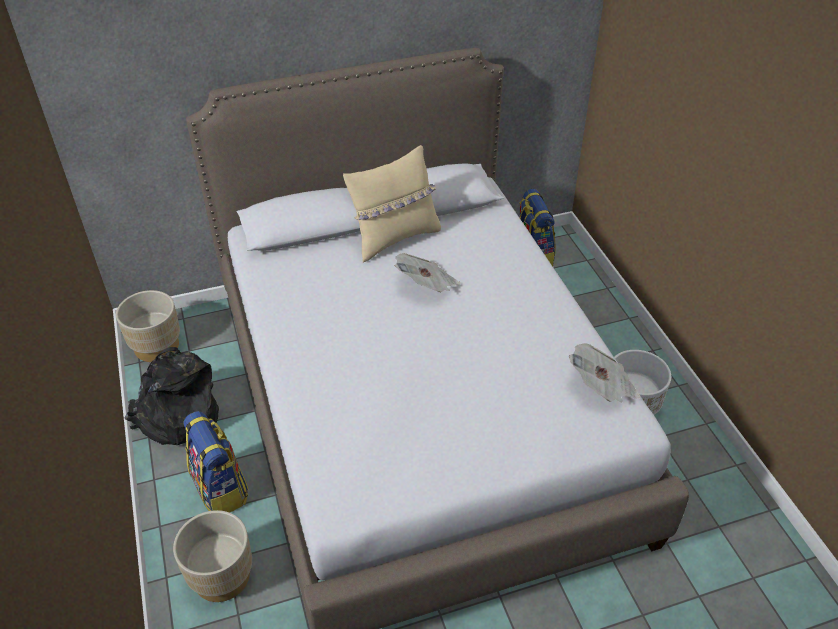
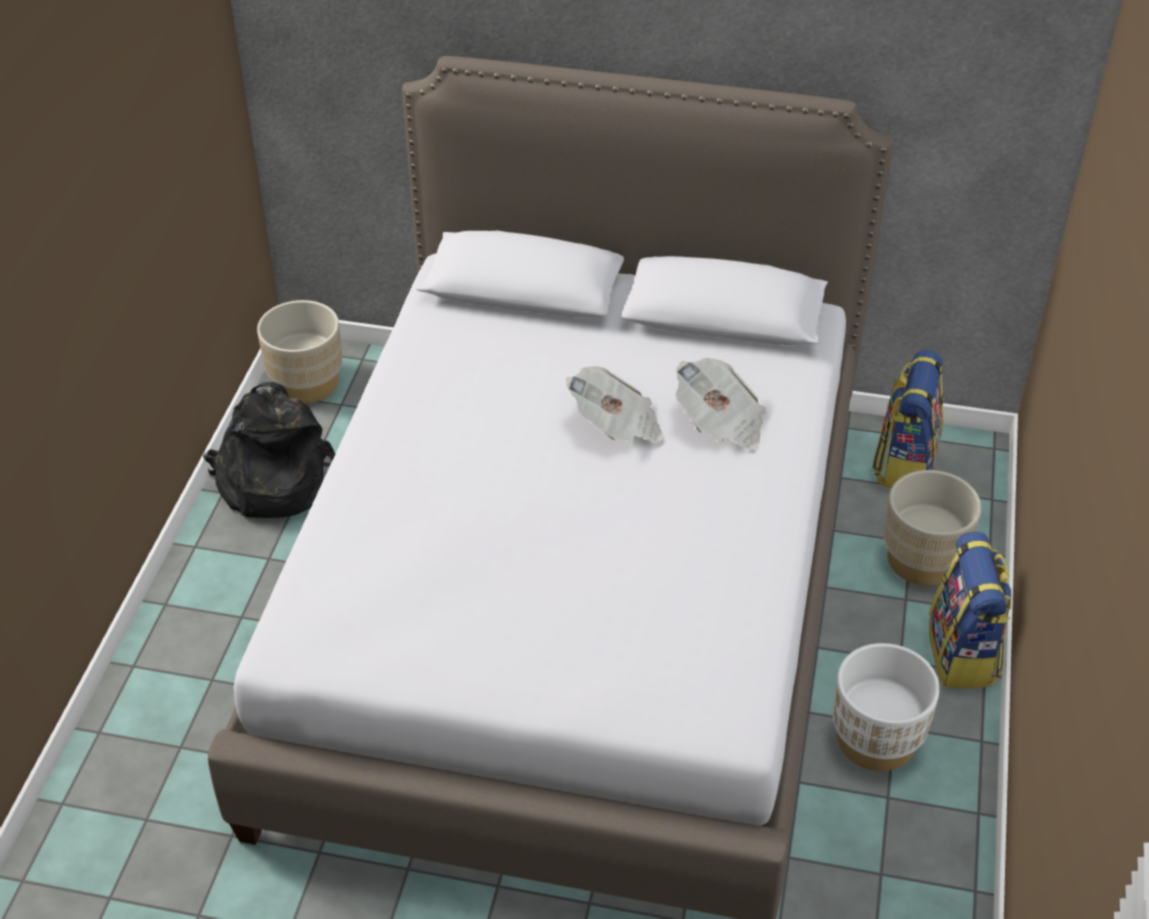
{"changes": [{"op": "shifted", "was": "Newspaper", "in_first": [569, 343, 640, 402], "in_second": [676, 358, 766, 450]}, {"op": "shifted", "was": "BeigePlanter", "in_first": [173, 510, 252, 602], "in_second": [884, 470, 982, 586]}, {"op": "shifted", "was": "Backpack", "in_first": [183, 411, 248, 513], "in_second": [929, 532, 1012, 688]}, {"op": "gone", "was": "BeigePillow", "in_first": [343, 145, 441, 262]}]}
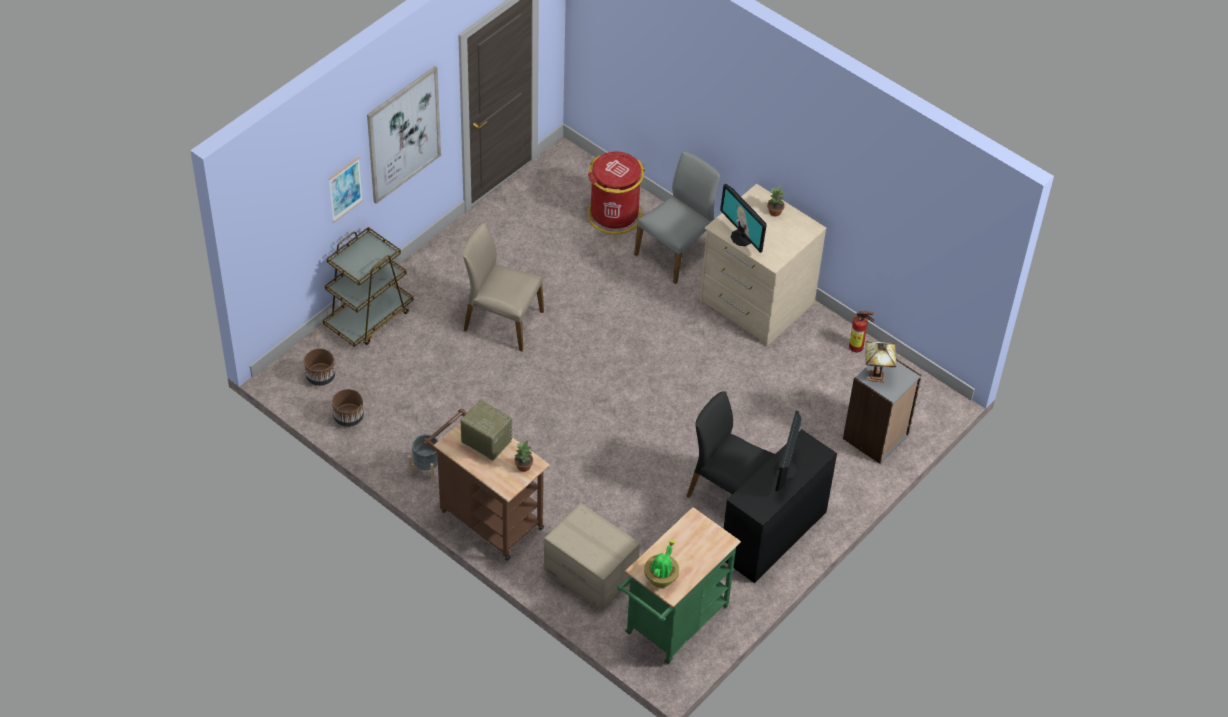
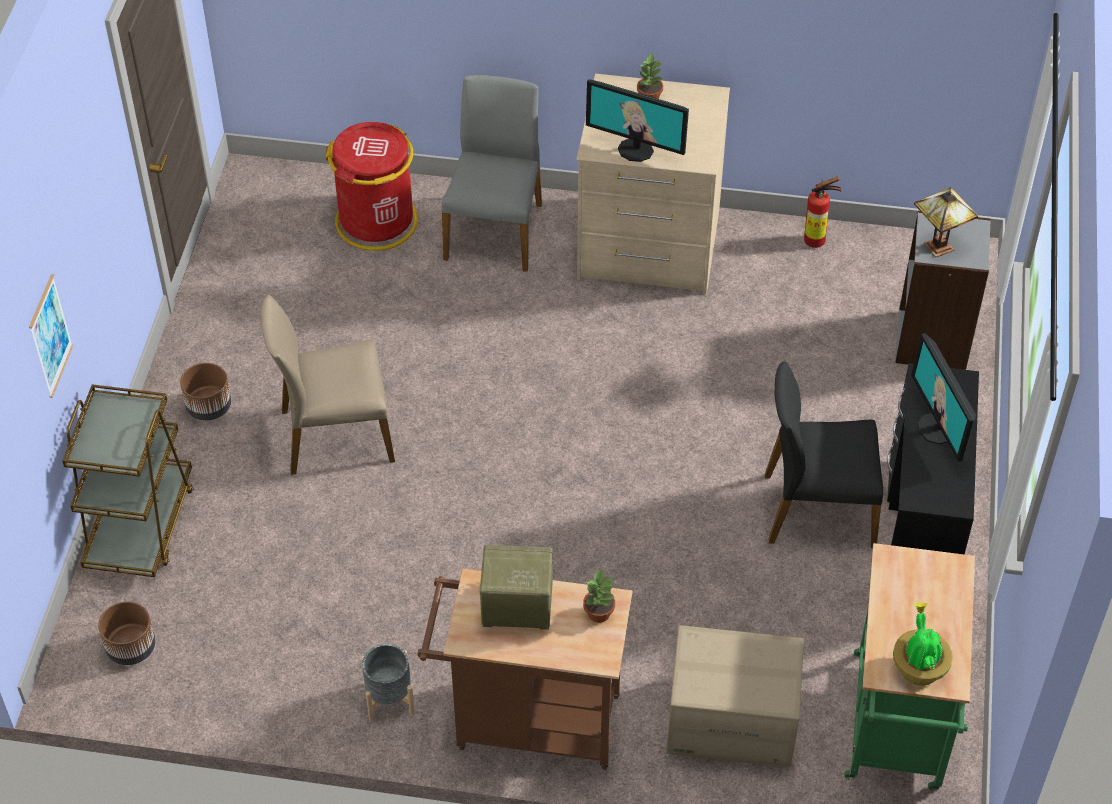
{"changes": [{"op": "shifted", "was": "BrownPlanter", "in_first": [332, 389, 364, 427], "in_second": [180, 363, 231, 421]}, {"op": "gone", "was": "Picture", "in_first": [367, 66, 441, 204]}]}
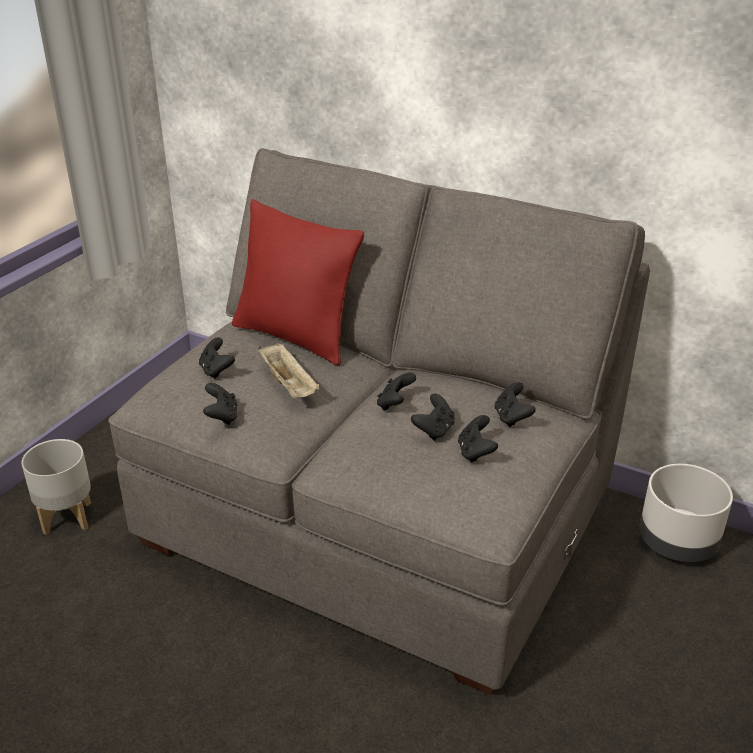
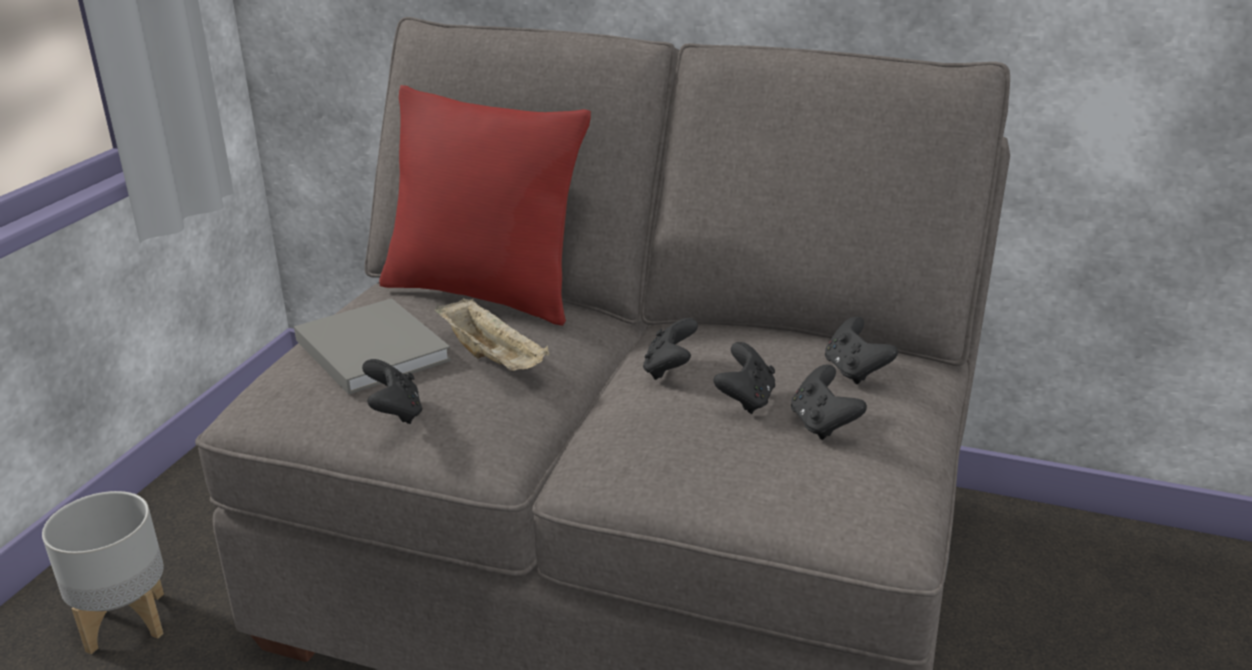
{"changes": [{"op": "swapped", "was": "BlackGameController", "now": "GreyBook", "in_first": [199, 337, 235, 379], "in_second": [294, 298, 451, 395]}, {"op": "gone", "was": "GreyPlanter", "in_first": [639, 464, 733, 562]}]}
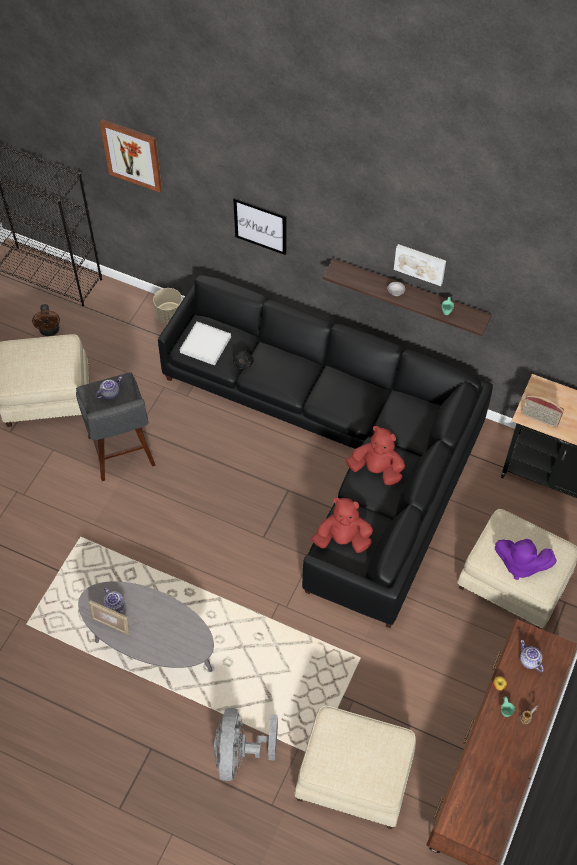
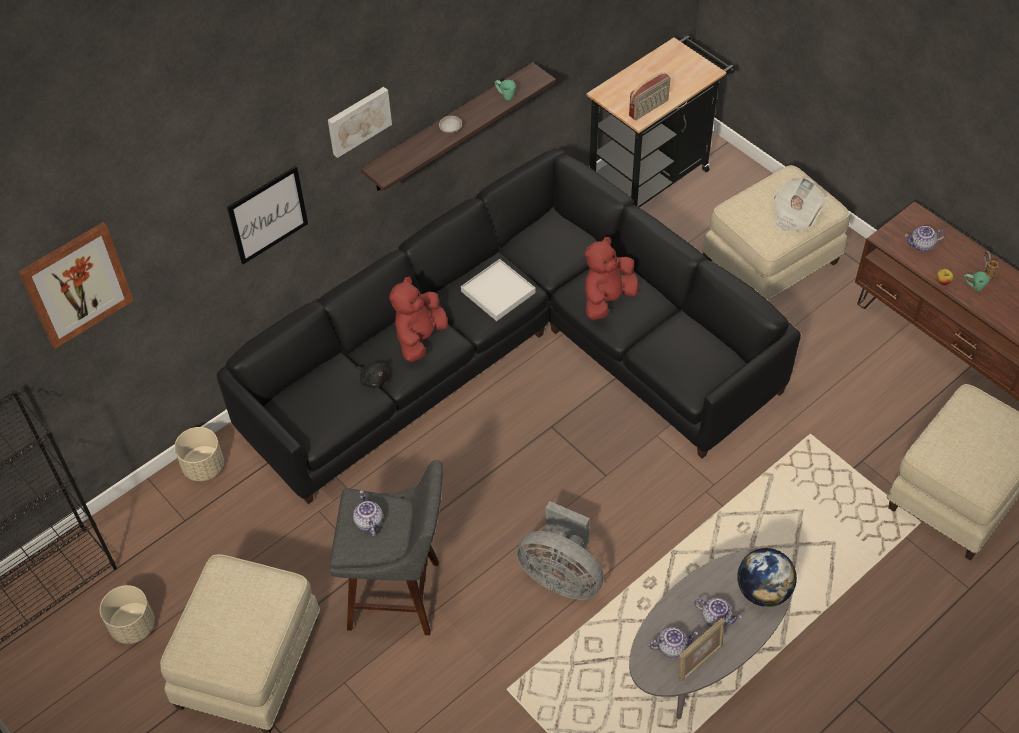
{"changes": [{"op": "swapped", "was": "BrownFan", "now": "BeigePlanter", "in_first": [32, 304, 60, 336], "in_second": [100, 585, 155, 644]}, {"op": "shifted", "was": "Picture", "in_first": [394, 244, 446, 286], "in_second": [328, 87, 392, 158]}, {"op": "shifted", "was": "RedPlushToy", "in_first": [311, 498, 373, 553], "in_second": [389, 277, 448, 362]}, {"op": "shifted", "was": "WhiteTray", "in_first": [180, 321, 231, 365], "in_second": [461, 259, 535, 321]}, {"op": "shifted", "was": "GreyFan", "in_first": [214, 708, 278, 781], "in_second": [517, 501, 603, 600]}, {"op": "new", "now": "Teapot", "in_second": [694, 598, 742, 626]}, {"op": "new", "now": "Globe", "in_second": [737, 548, 797, 607]}, {"op": "swapped", "was": "PurplePlushToy", "now": "Newspaper", "in_first": [495, 539, 557, 580], "in_second": [773, 178, 825, 232]}]}
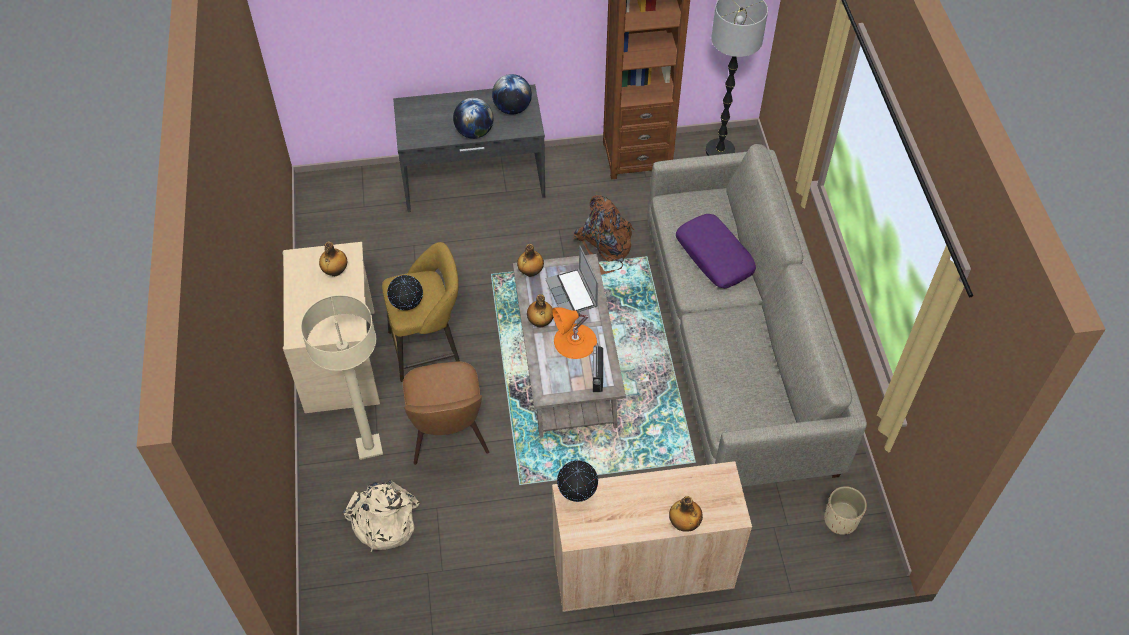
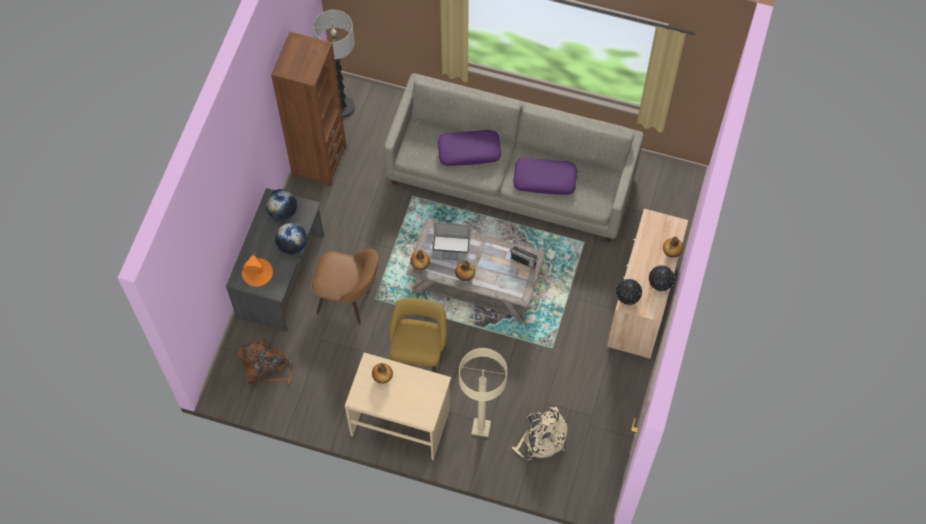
{"changes": [{"op": "shifted", "was": "BrownBackpack", "in_first": [573, 195, 635, 275], "in_second": [237, 340, 293, 385]}, {"op": "shifted", "was": "OrangeTableLamp", "in_first": [552, 307, 597, 359], "in_second": [242, 253, 273, 286]}, {"op": "shifted", "was": "BrownChair", "in_first": [403, 361, 489, 465], "in_second": [311, 248, 378, 325]}, {"op": "new", "now": "PurplePillow", "in_second": [513, 158, 577, 195]}, {"op": "shifted", "was": "Globe", "in_first": [387, 275, 423, 310], "in_second": [649, 265, 675, 291]}, {"op": "gone", "was": "BeigePlanter", "in_first": [824, 486, 867, 535]}]}
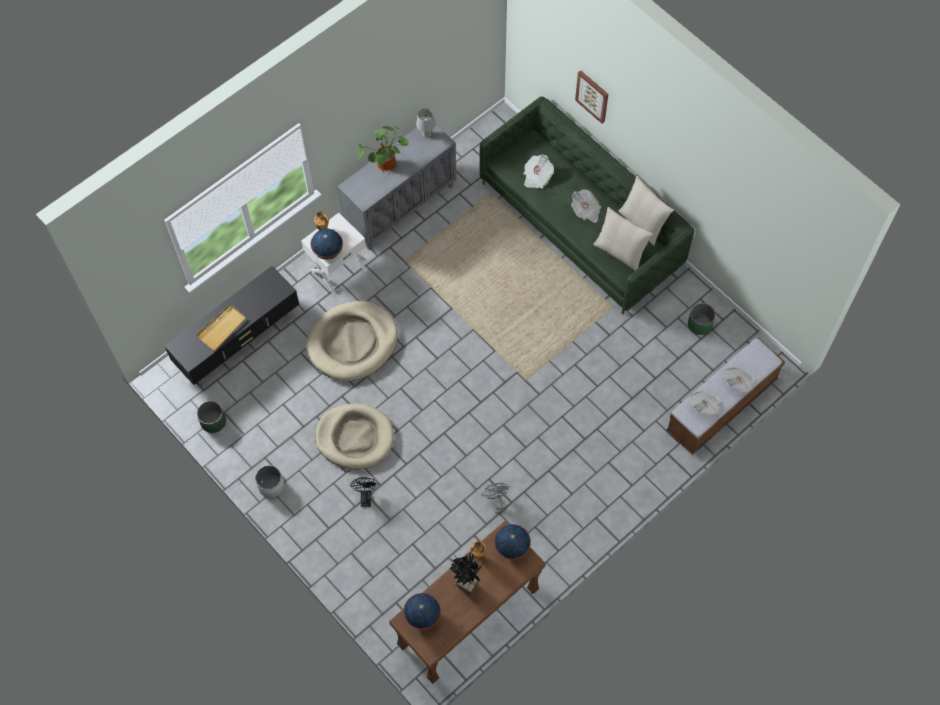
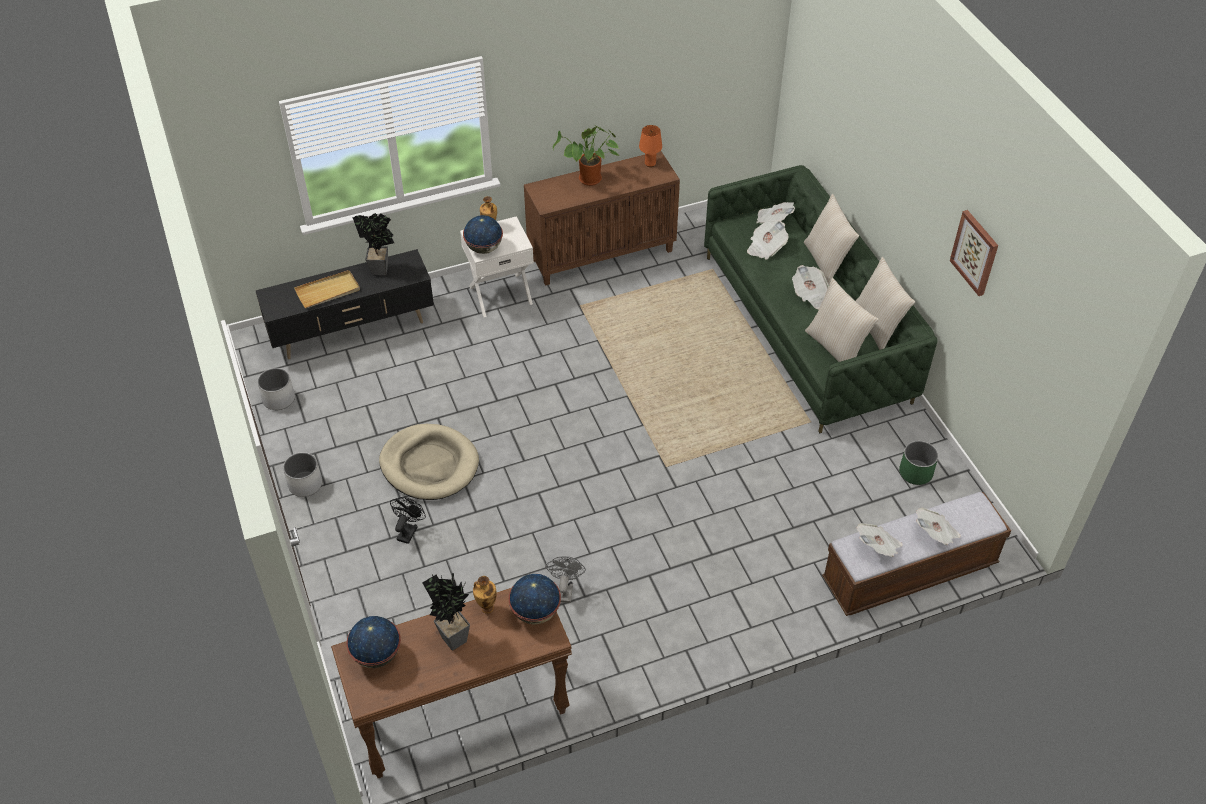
{"changes": [{"op": "repainted", "was": "GreenPlanter", "now": "WhitePlanter", "in_first": [197, 401, 226, 433], "in_second": [257, 368, 295, 410]}, {"op": "new", "now": "PottedPlant", "in_second": [352, 210, 394, 275]}, {"op": "repainted", "was": "GreyCabinet", "now": "BrownCabinet", "in_first": [337, 118, 457, 251], "in_second": [524, 151, 680, 286]}, {"op": "repainted", "was": "GreyTableLamp", "now": "OrangeTableLamp", "in_first": [416, 108, 436, 138], "in_second": [639, 125, 662, 167]}, {"op": "new", "now": "Newspaper", "in_second": [756, 202, 795, 224]}, {"op": "new", "now": "BeigePillow", "in_second": [804, 194, 859, 285]}, {"op": "shifted", "was": "Picture", "in_first": [575, 70, 608, 124], "in_second": [950, 210, 998, 296]}, {"op": "gone", "was": "BeigeDogBed", "in_first": [306, 301, 398, 381]}]}
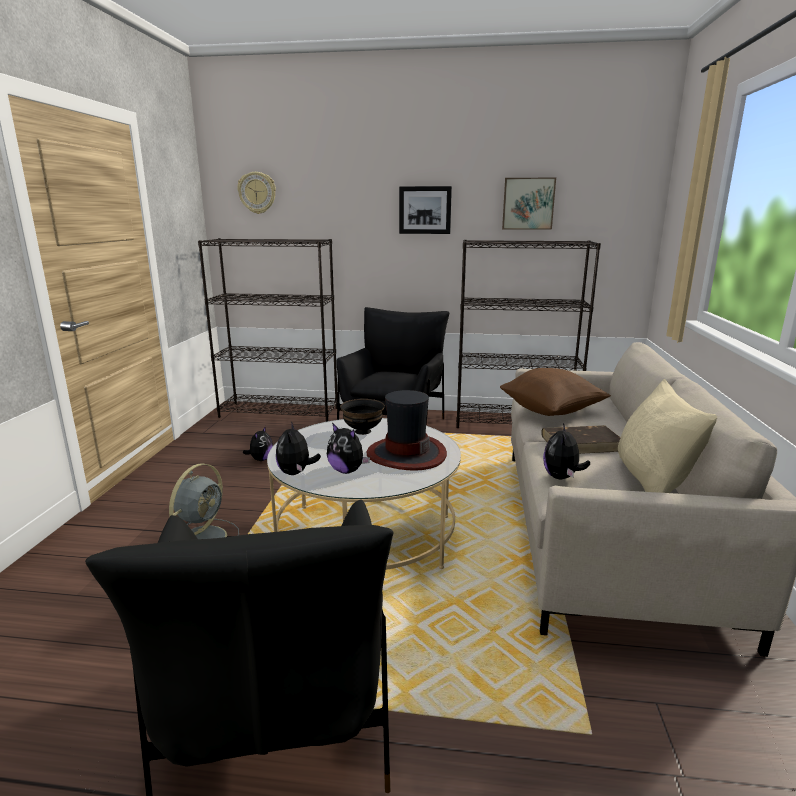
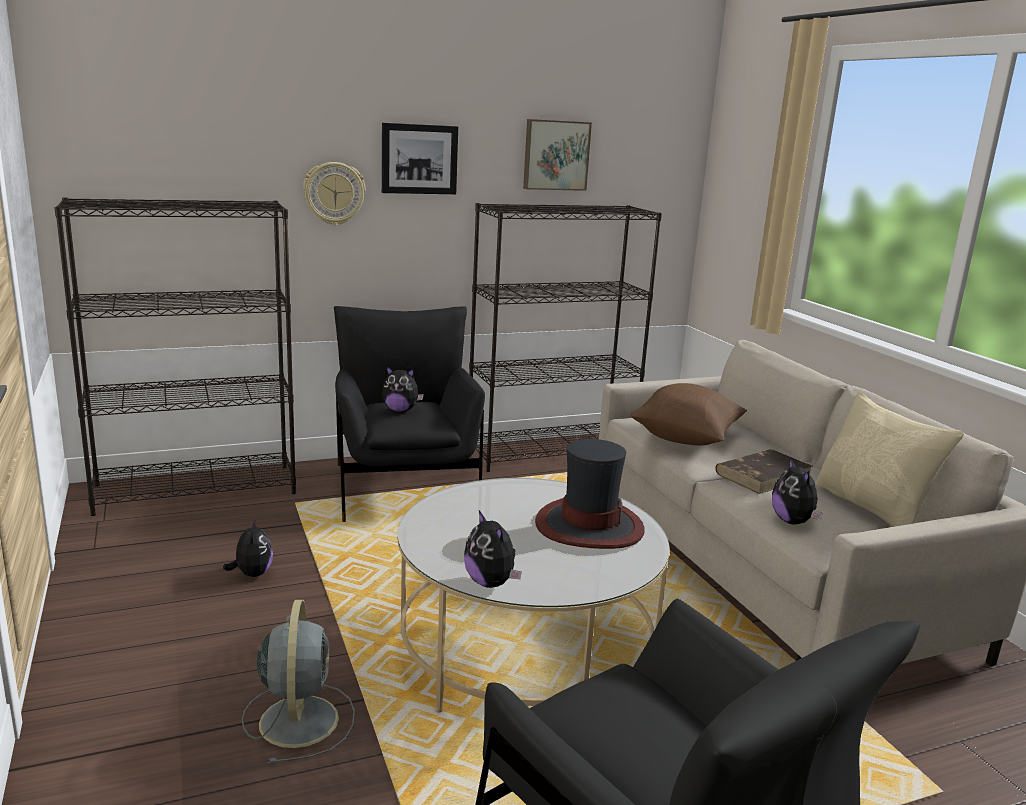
{"changes": [{"op": "shifted", "was": "WallClock", "in_first": [237, 172, 276, 214], "in_second": [303, 162, 365, 225]}, {"op": "shifted", "was": "PlushToy", "in_first": [327, 423, 370, 474], "in_second": [382, 366, 424, 412]}, {"op": "gone", "was": "BlackBowl", "in_first": [340, 399, 385, 435]}]}
